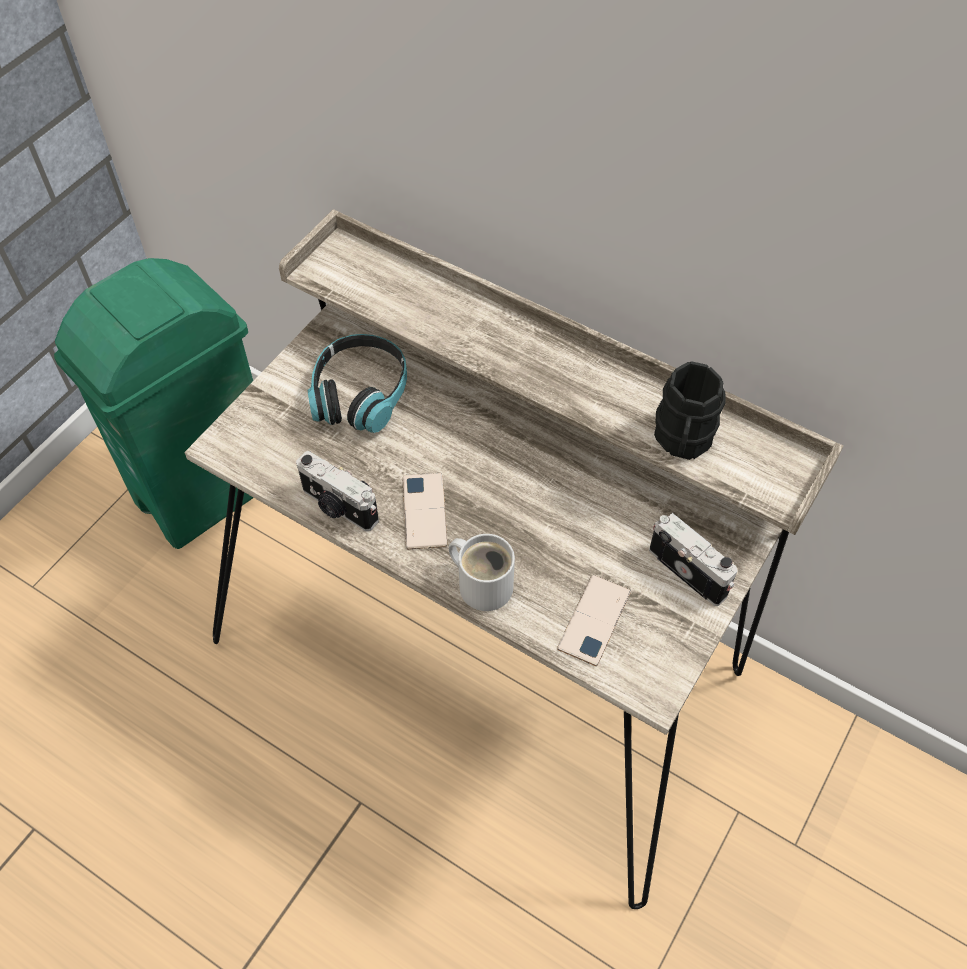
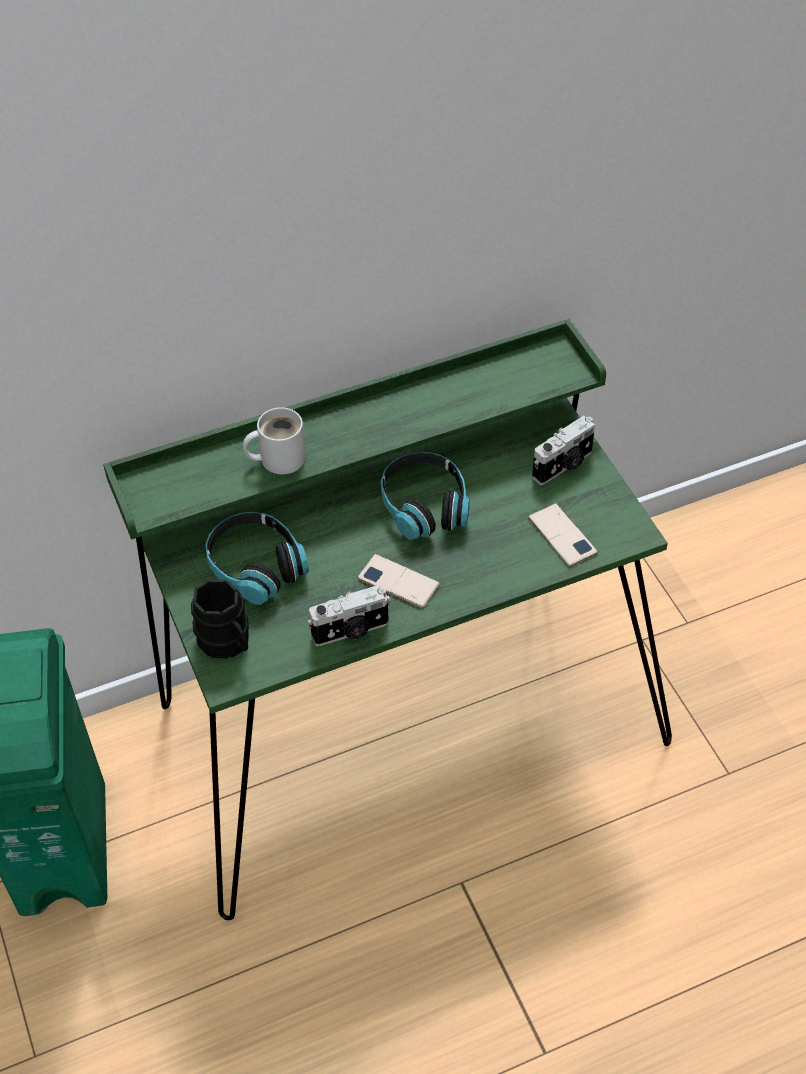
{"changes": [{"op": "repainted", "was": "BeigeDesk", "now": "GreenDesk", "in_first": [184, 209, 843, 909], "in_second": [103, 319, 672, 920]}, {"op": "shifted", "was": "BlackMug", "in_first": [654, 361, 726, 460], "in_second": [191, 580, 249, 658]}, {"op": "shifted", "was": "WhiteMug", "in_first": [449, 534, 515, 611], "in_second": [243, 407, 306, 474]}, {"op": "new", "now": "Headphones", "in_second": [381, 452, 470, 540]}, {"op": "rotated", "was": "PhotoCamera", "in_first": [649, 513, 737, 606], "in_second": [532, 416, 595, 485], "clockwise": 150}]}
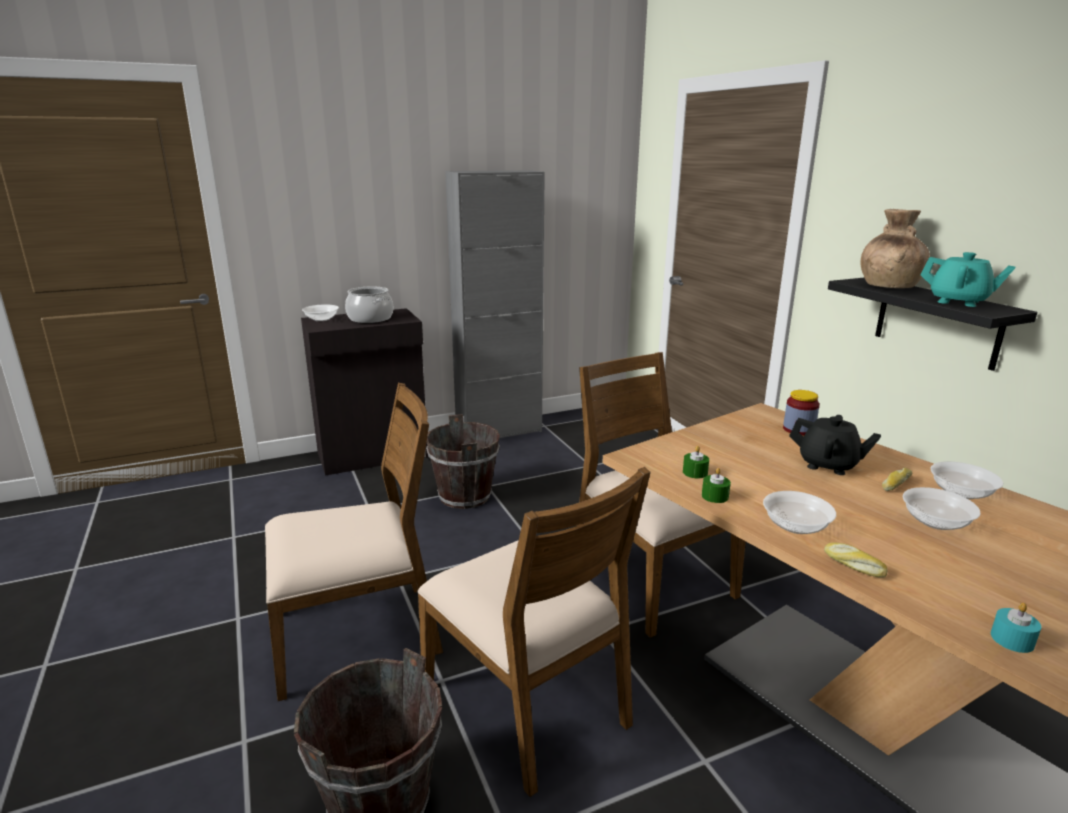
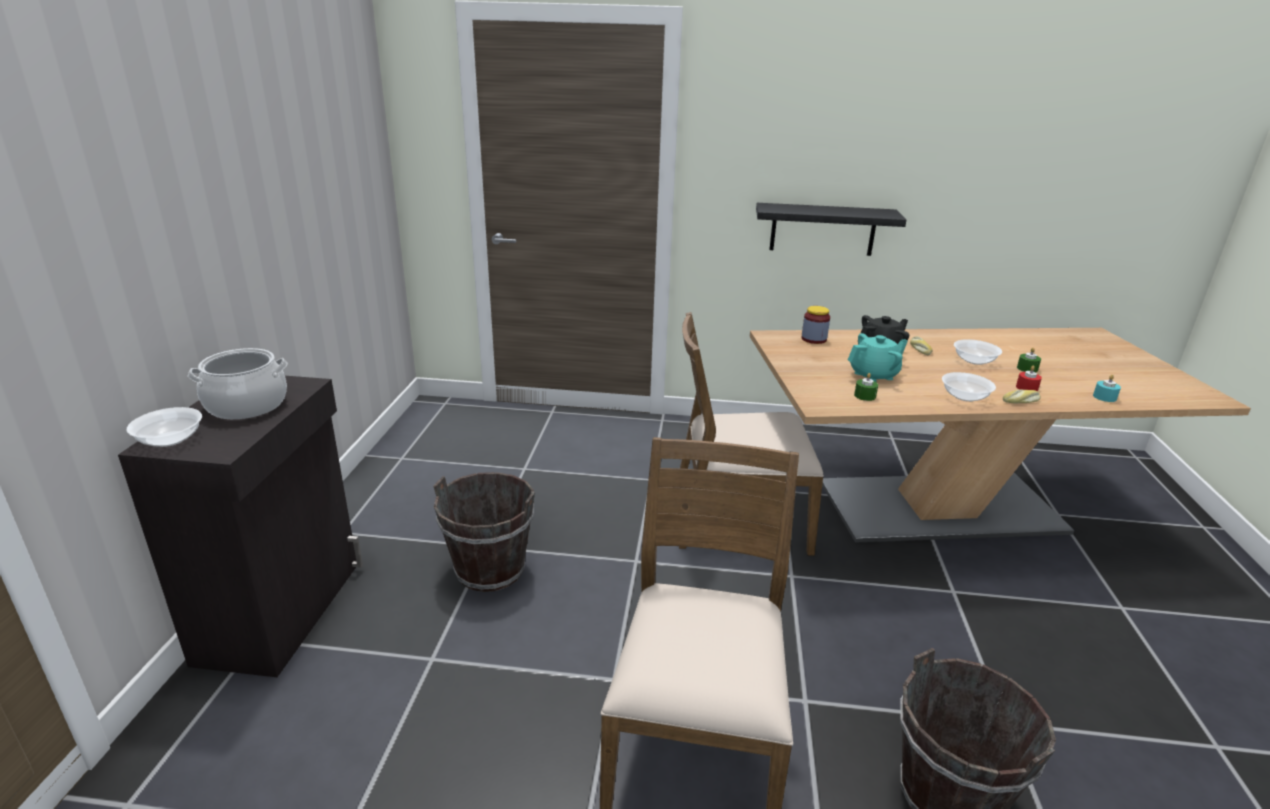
{"changes": [{"op": "shifted", "was": "TurquoiseTeapot", "in_first": [920, 252, 1015, 307], "in_second": [848, 333, 908, 382]}, {"op": "new", "now": "RedCandle", "in_second": [1016, 366, 1042, 391]}, {"op": "shifted", "was": "GreenCandle", "in_first": [702, 468, 731, 503], "in_second": [1017, 348, 1041, 372]}, {"op": "gone", "was": "BrownChair", "in_first": [417, 467, 651, 797]}, {"op": "gone", "was": "GreyCabinet", "in_first": [445, 170, 545, 438]}, {"op": "gone", "was": "BrownVase", "in_first": [860, 209, 930, 288]}, {"op": "gone", "was": "Bowl", "in_first": [930, 461, 1003, 499]}]}
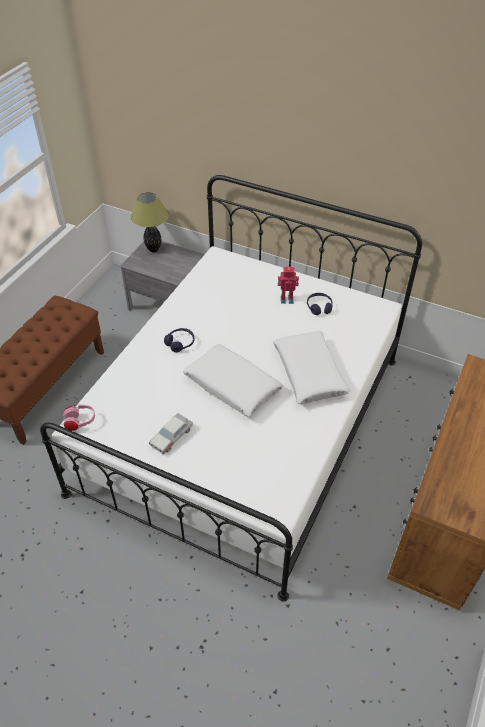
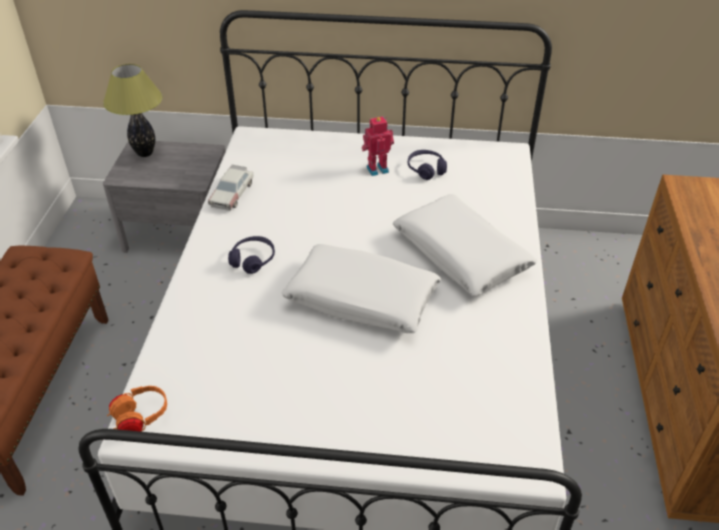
{"changes": [{"op": "repainted", "was": "PinkHeadphones", "now": "OrangeHeadphones", "in_first": [62, 405, 95, 431], "in_second": [107, 386, 167, 432]}, {"op": "shifted", "was": "ToyCar", "in_first": [149, 413, 193, 454], "in_second": [208, 165, 253, 211]}]}
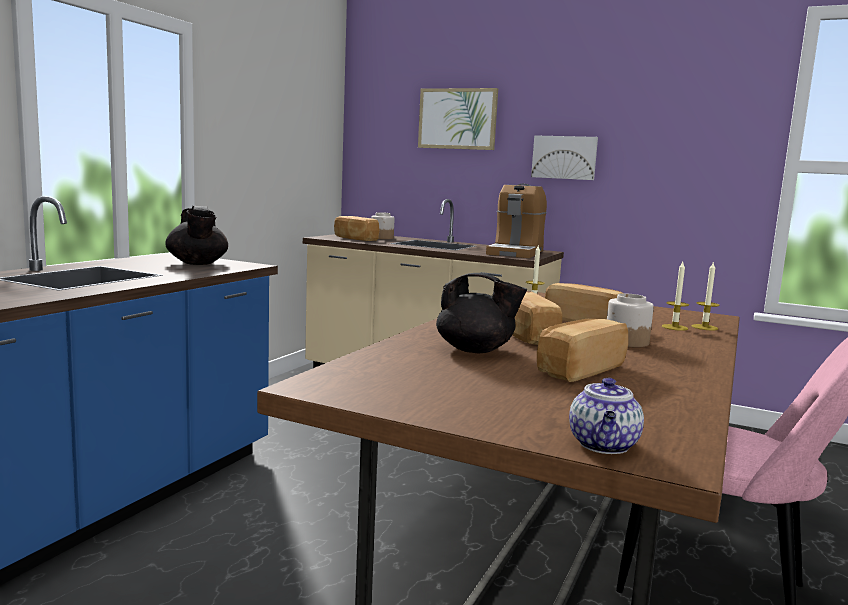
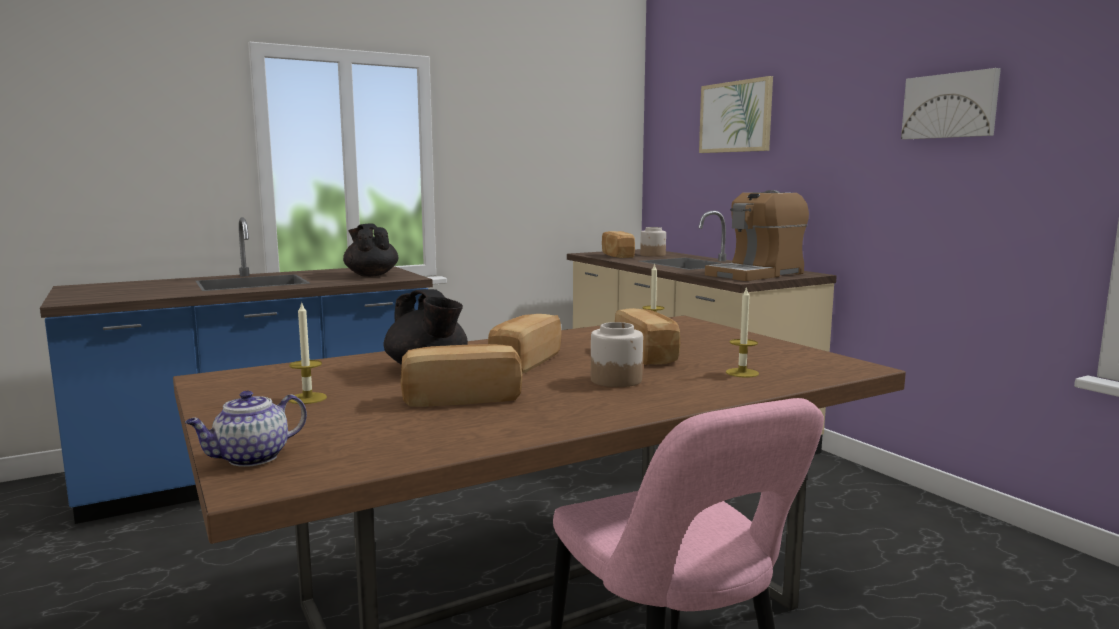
{"changes": [{"op": "shifted", "was": "Candle", "in_first": [692, 261, 719, 330], "in_second": [289, 301, 327, 404]}, {"op": "rotated", "was": "BlackTeapot", "in_first": [165, 206, 228, 265], "in_second": [343, 223, 399, 277], "clockwise": 135}, {"op": "shifted", "was": "Picture", "in_first": [531, 135, 598, 180], "in_second": [901, 68, 1001, 139]}]}
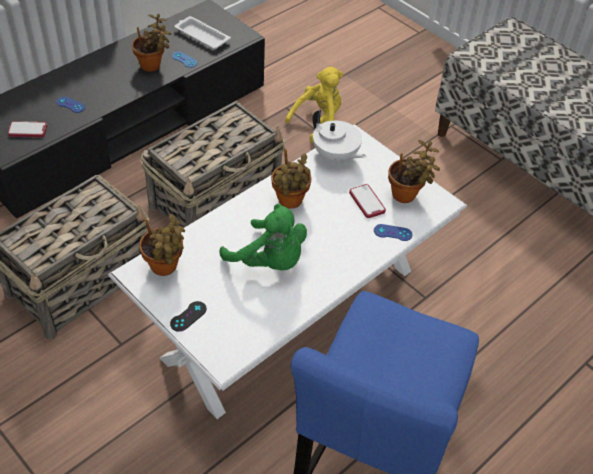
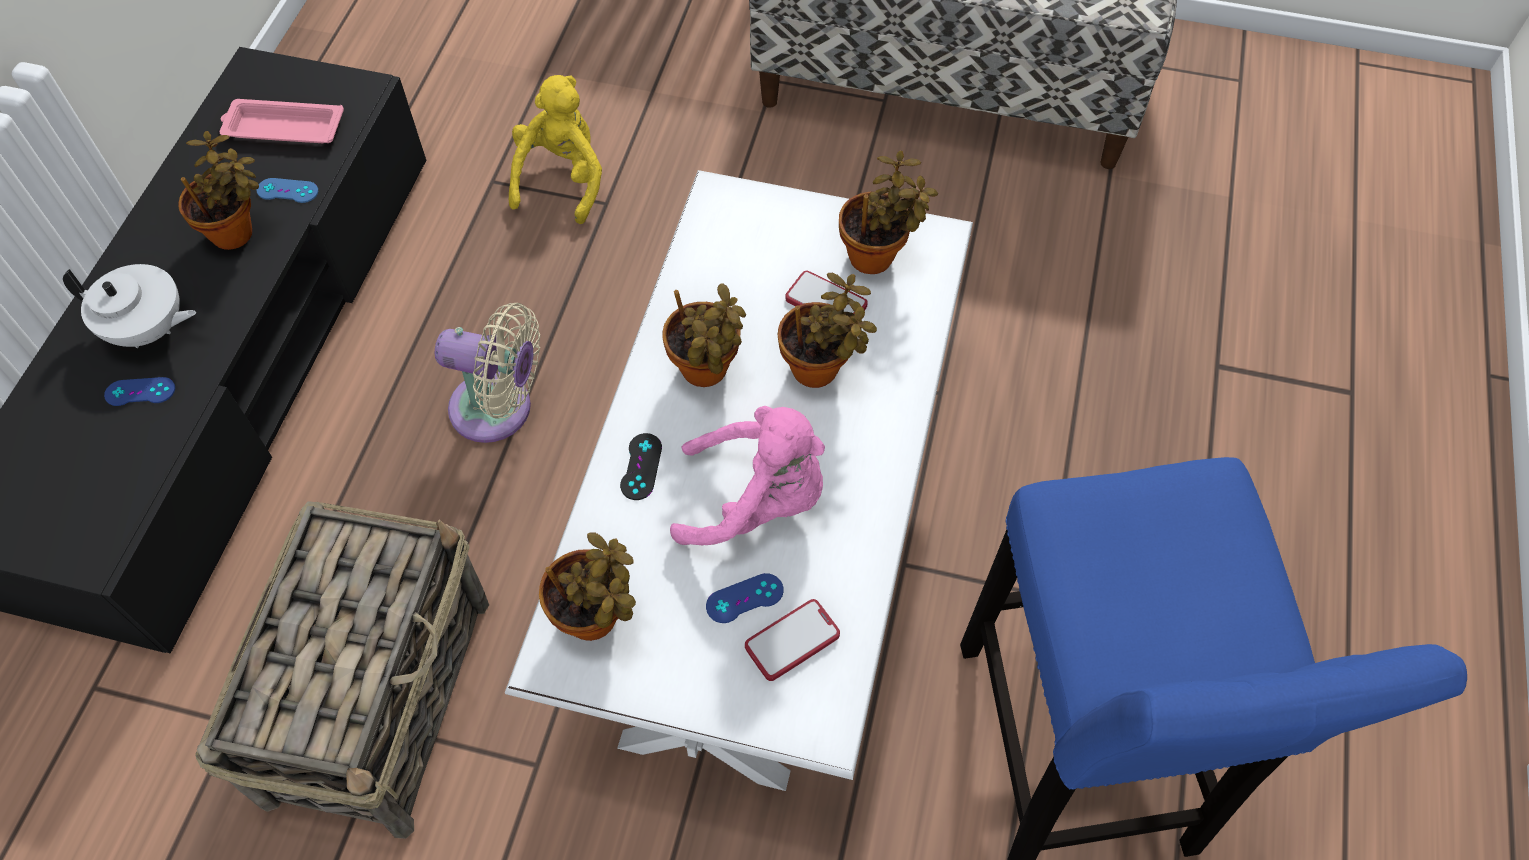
{"changes": [{"op": "shifted", "was": "WhiteTeapot", "in_first": [312, 110, 366, 163], "in_second": [63, 264, 196, 348]}, {"op": "repainted", "was": "WhiteTray", "now": "PinkTray", "in_first": [175, 16, 231, 49], "in_second": [219, 99, 344, 143]}, {"op": "swapped", "was": "Basket", "now": "BeigeFan", "in_first": [141, 101, 285, 228], "in_second": [435, 303, 540, 443]}, {"op": "shifted", "was": "BlackGameController", "in_first": [170, 301, 207, 332], "in_second": [620, 433, 662, 500]}, {"op": "repainted", "was": "GreenPlushToy", "now": "PinkPlushToy", "in_first": [219, 204, 307, 270], "in_second": [670, 406, 825, 546]}, {"op": "shifted", "was": "BlueGameController", "in_first": [374, 224, 412, 241], "in_second": [706, 573, 784, 623]}, {"op": "shifted", "was": "Phone", "in_first": [8, 121, 47, 138], "in_second": [745, 599, 840, 681]}, {"op": "new", "now": "PottedPlant", "in_second": [777, 273, 877, 388]}]}
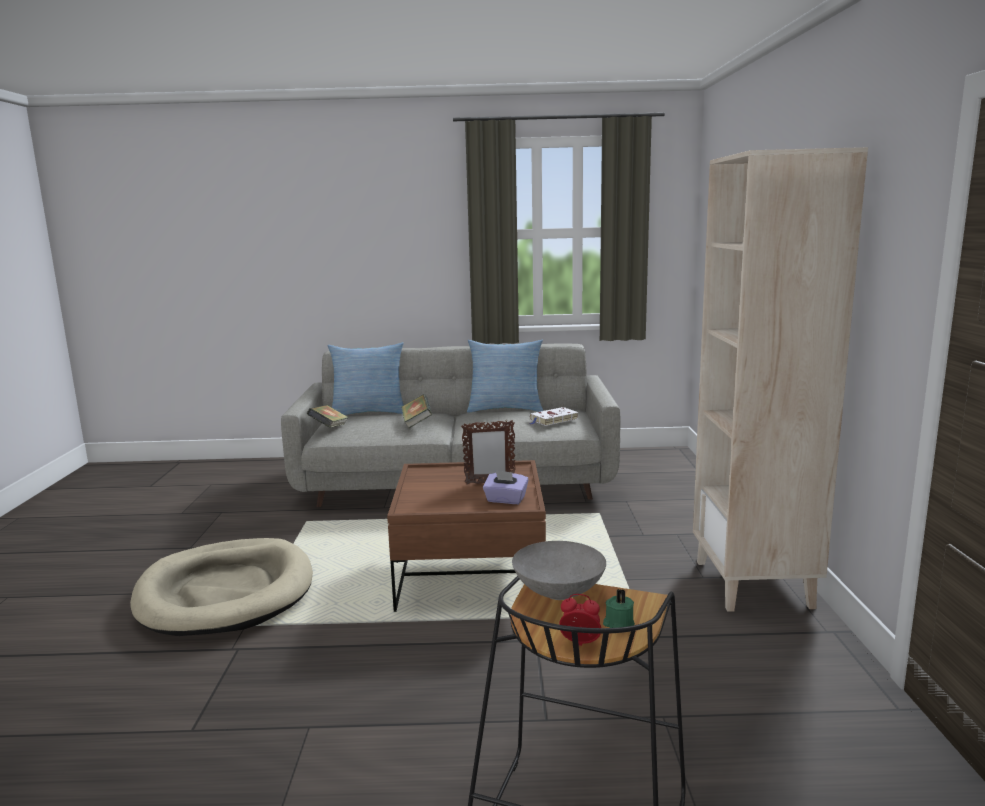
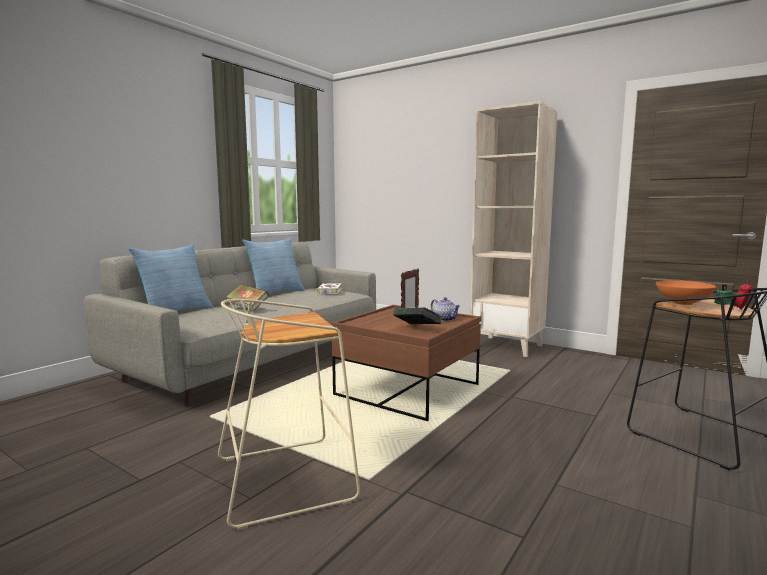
{"changes": [{"op": "swapped", "was": "BeigeDogBed", "now": "BeigeStool", "in_first": [130, 538, 313, 636], "in_second": [218, 299, 360, 530]}, {"op": "shifted", "was": "Book", "in_first": [307, 405, 349, 428], "in_second": [393, 307, 442, 325]}, {"op": "swapped", "was": "PurpleTissueBox", "now": "Teapot", "in_first": [483, 470, 529, 504], "in_second": [431, 297, 460, 321]}, {"op": "repainted", "was": "GreyBowl", "now": "OrangeBowl", "in_first": [512, 541, 606, 600], "in_second": [656, 280, 716, 305]}]}
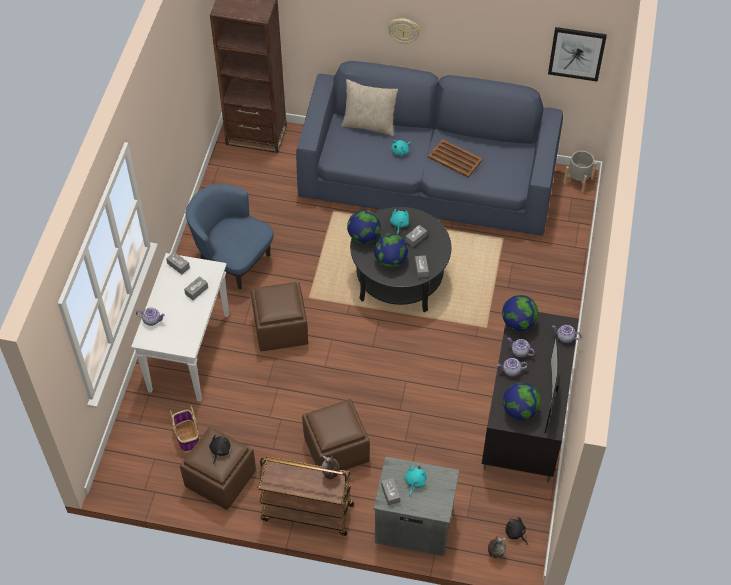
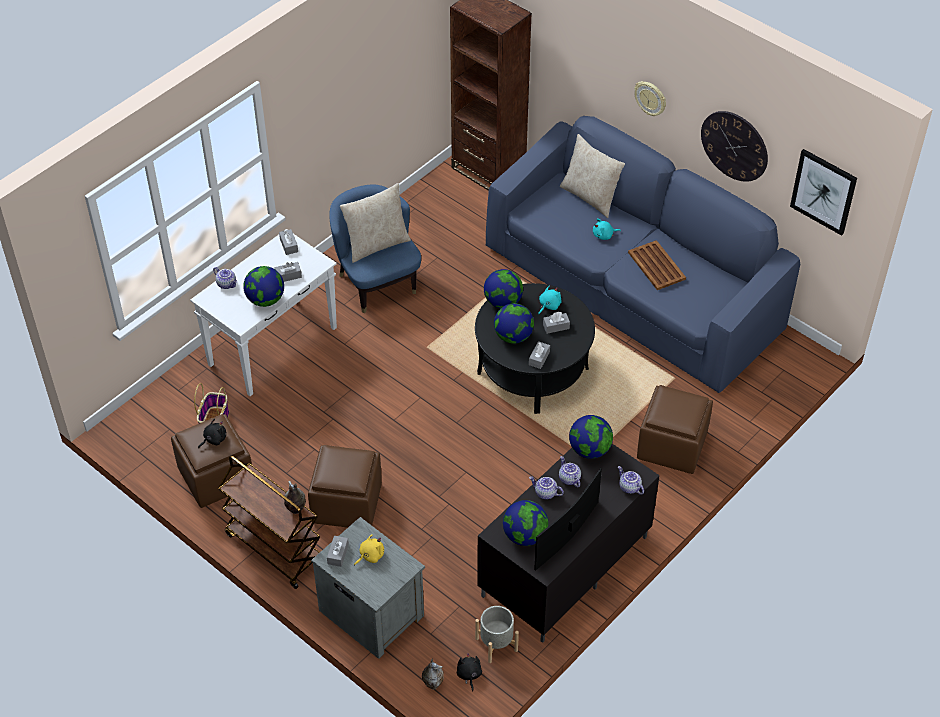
{"changes": [{"op": "new", "now": "Globe", "in_second": [243, 266, 284, 307]}, {"op": "new", "now": "BeigePillow", "in_second": [340, 183, 411, 263]}, {"op": "repainted", "was": "TurquoisePlushToy", "now": "YellowPlushToy", "in_first": [405, 465, 427, 496], "in_second": [354, 534, 384, 566]}, {"op": "shifted", "was": "GreyPlanter", "in_first": [563, 151, 597, 193], "in_second": [475, 606, 519, 663]}, {"op": "shifted", "was": "BrownOttoman", "in_first": [251, 282, 308, 352], "in_second": [637, 385, 713, 474]}, {"op": "new", "now": "WallClock", "in_second": [701, 111, 768, 182]}]}
